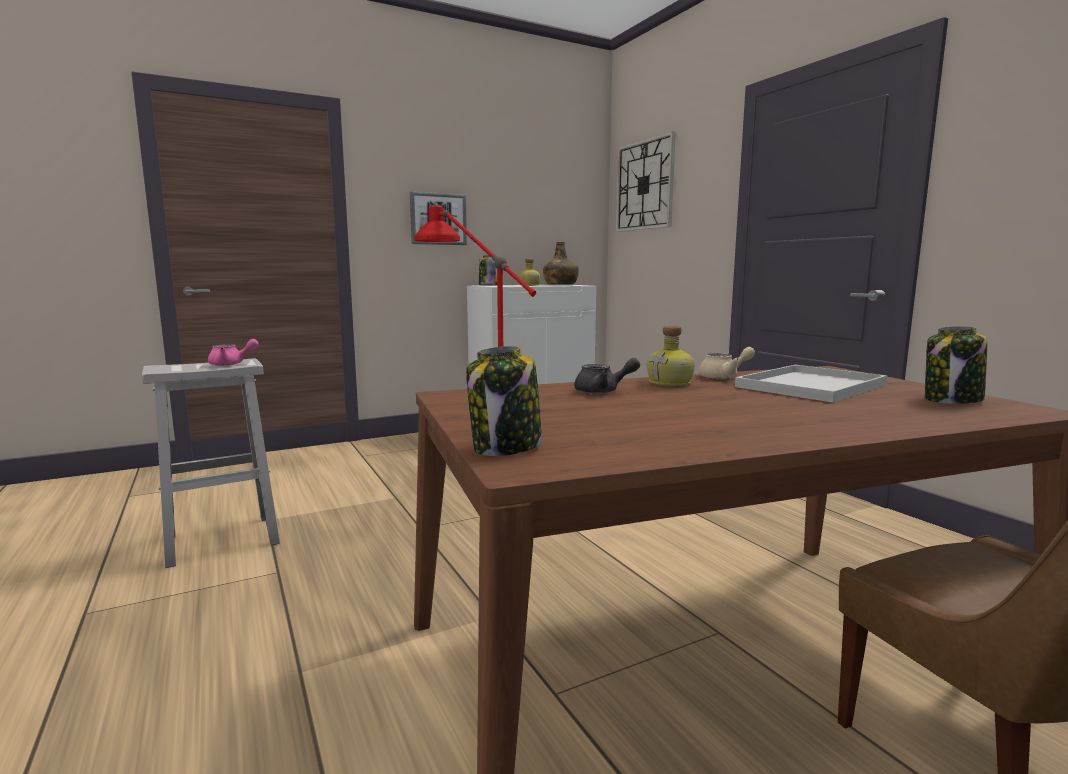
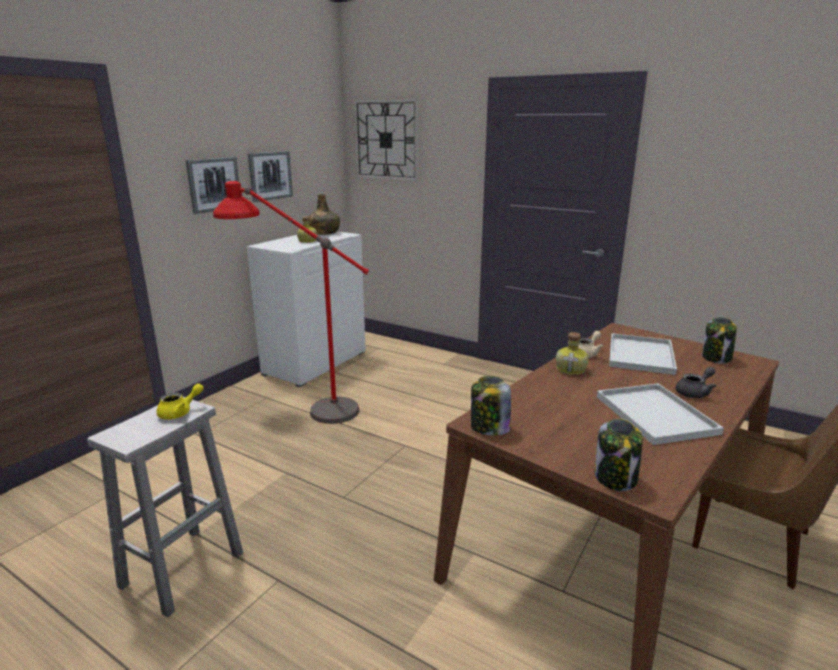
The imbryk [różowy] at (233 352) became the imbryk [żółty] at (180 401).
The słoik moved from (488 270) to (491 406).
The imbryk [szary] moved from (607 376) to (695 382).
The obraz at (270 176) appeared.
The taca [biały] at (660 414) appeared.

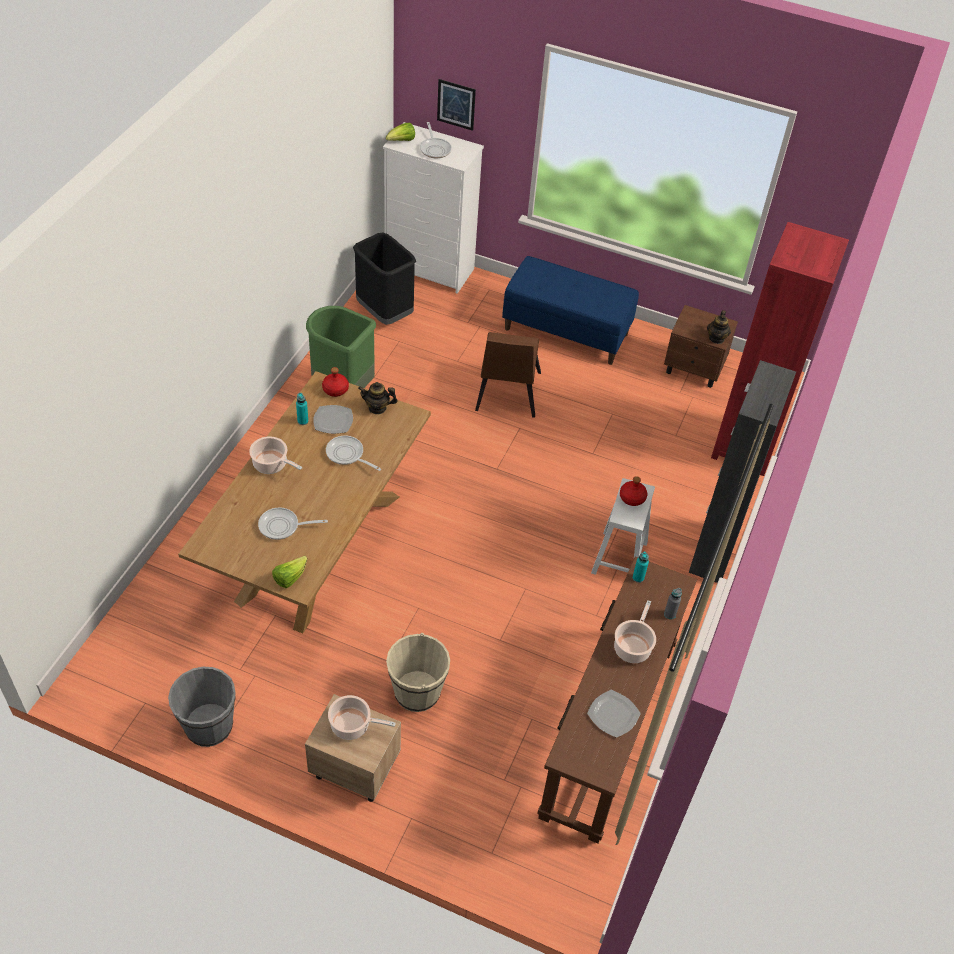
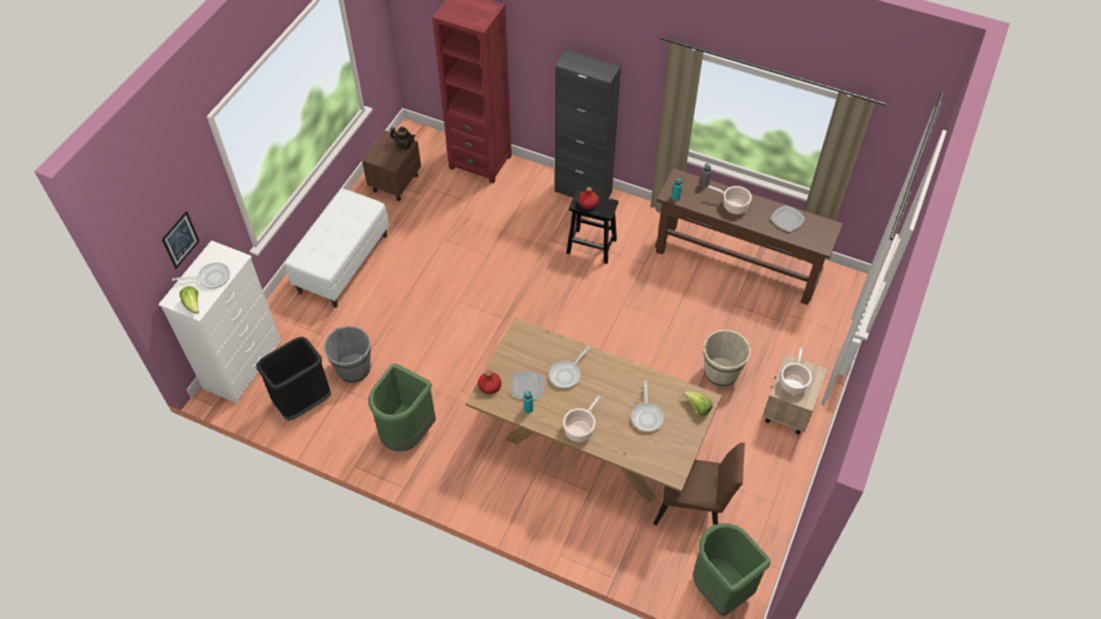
The wiadro [szary] moved from (202 707) to (347 354).
The imbryk at (378 398) disappeared.
The krzesło [brązowy] moved from (508 375) to (699 483).
The ławka [niebieski] at (570 310) became the ławka [biały] at (337 248).
The stołek [biały] at (623 526) became the stołek [czarny] at (592 227).
The kosz na śmieci [zielony] at (732 569) appeared.

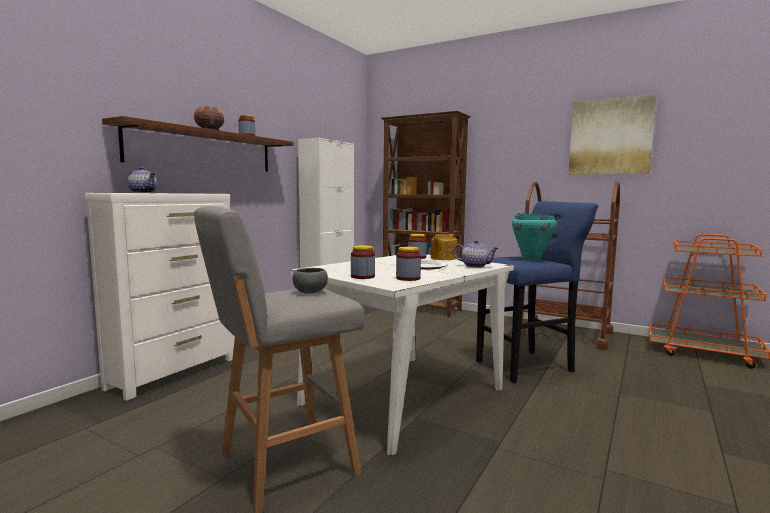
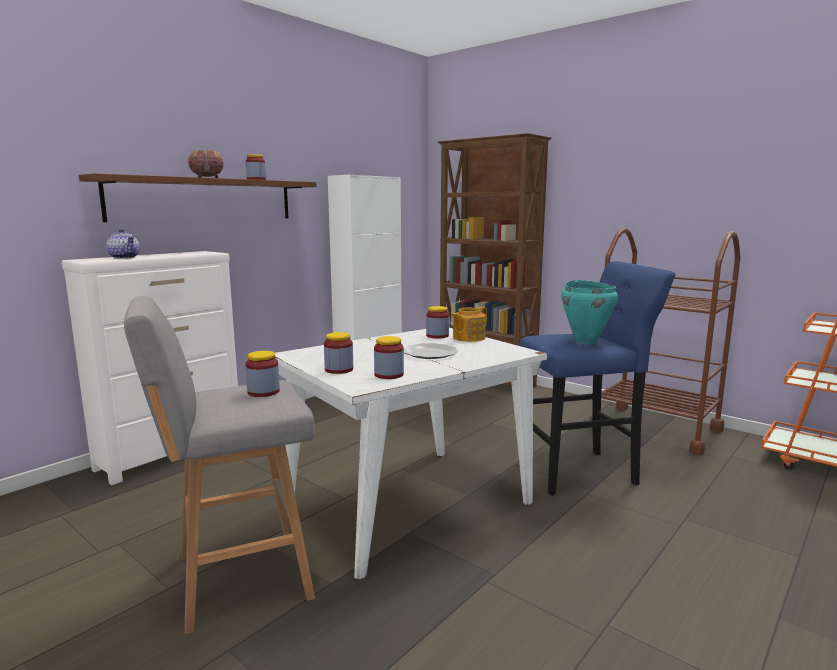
The miska [szary] at (310 281) was replaced by the słoik at (263 374).
The imbryk at (476 254) disappeared.
The obraz at (613 134) disappeared.

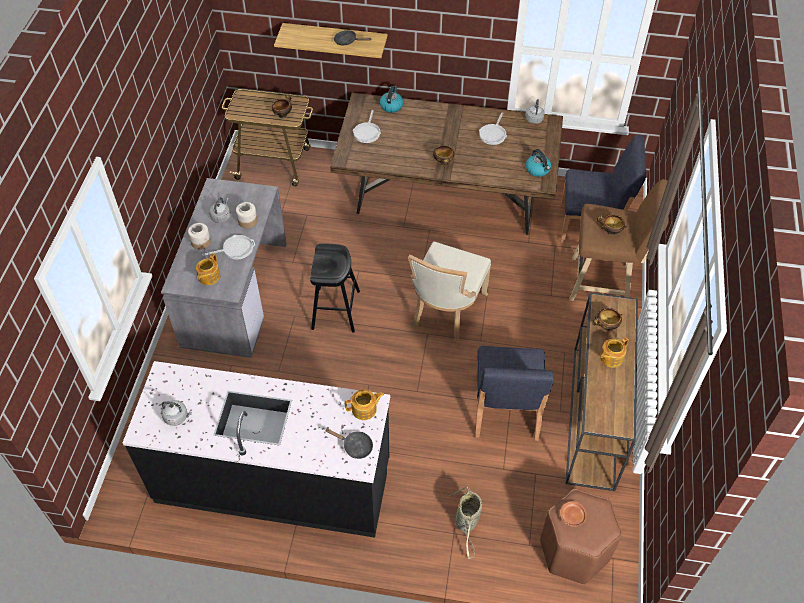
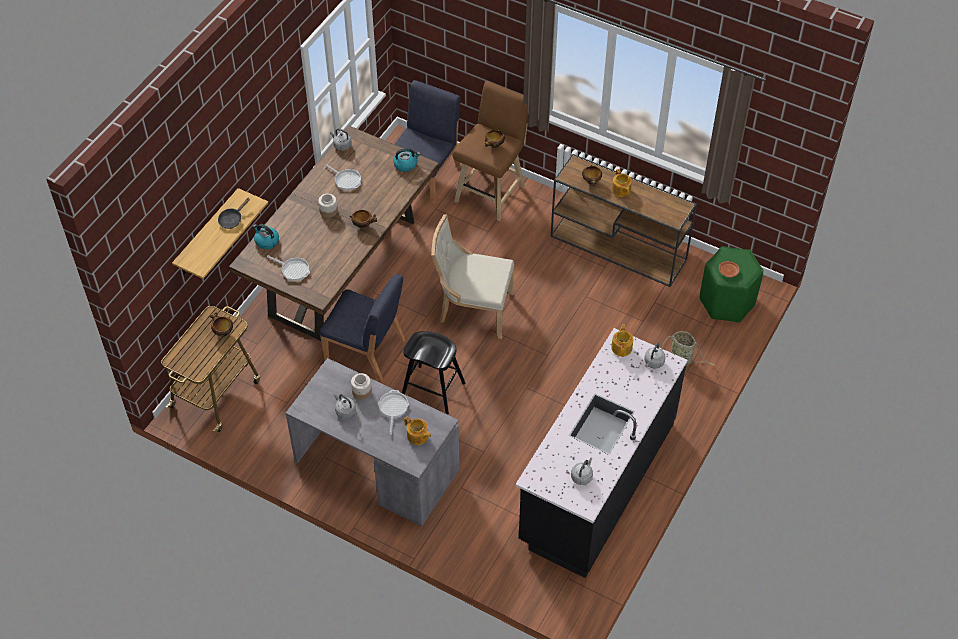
The słoik moved from (199 236) to (328 206).
The patelnia [czarny] at (349 443) was replaced by the czajnik [szary] at (654 355).
The krzesło [beżowy] at (449 292) turned 150 degrees clockwise.
The krzesło [niebieski] moved from (514 393) to (362 327).
The stołek [brązowy] at (581 536) became the stołek [zielony] at (732 284).

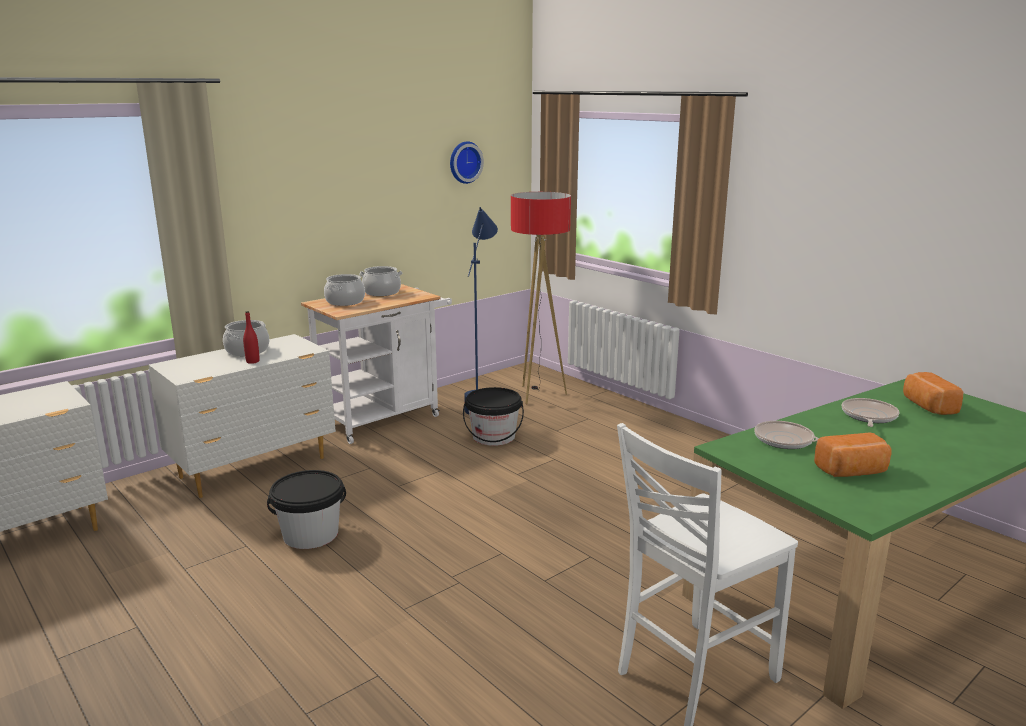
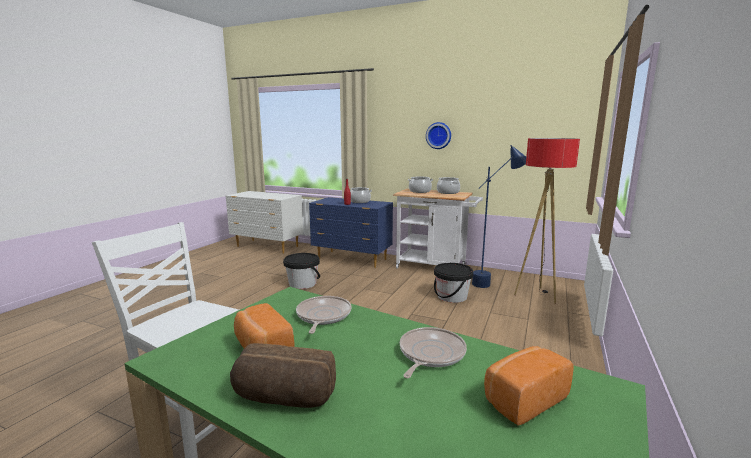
The komoda [biały] at (242 416) became the komoda [niebieski] at (351 232).
The zegar ścienny moved from (467 162) to (438 135).
The patelnia at (870 412) turned 60 degrees counterclockwise.
The chleb at (283 375) appeared.

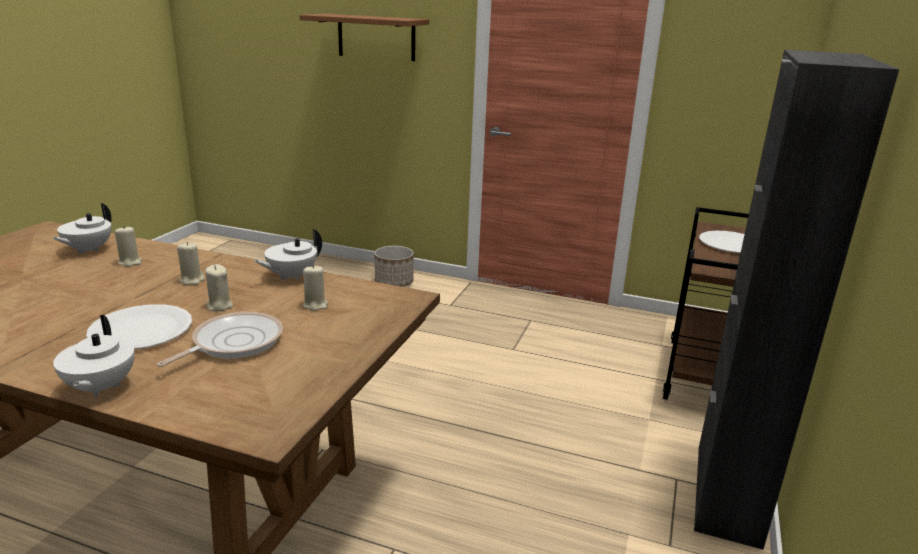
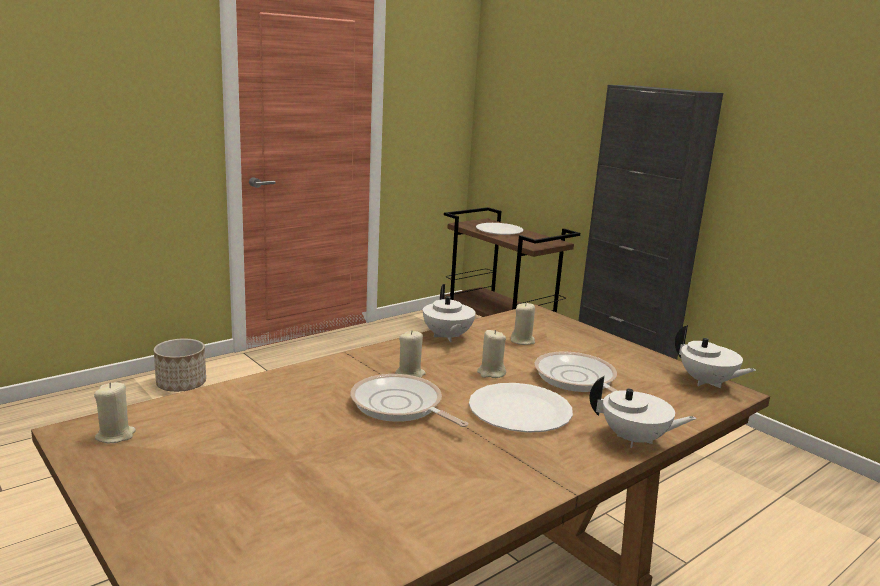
The imbryk [biały] moved from (82 228) to (715 356).
The świeca [beżowy] moved from (128 246) to (115 412).
The półka [brązowy] at (364 37) disappeared.
The patelnia at (409 400) appeared.

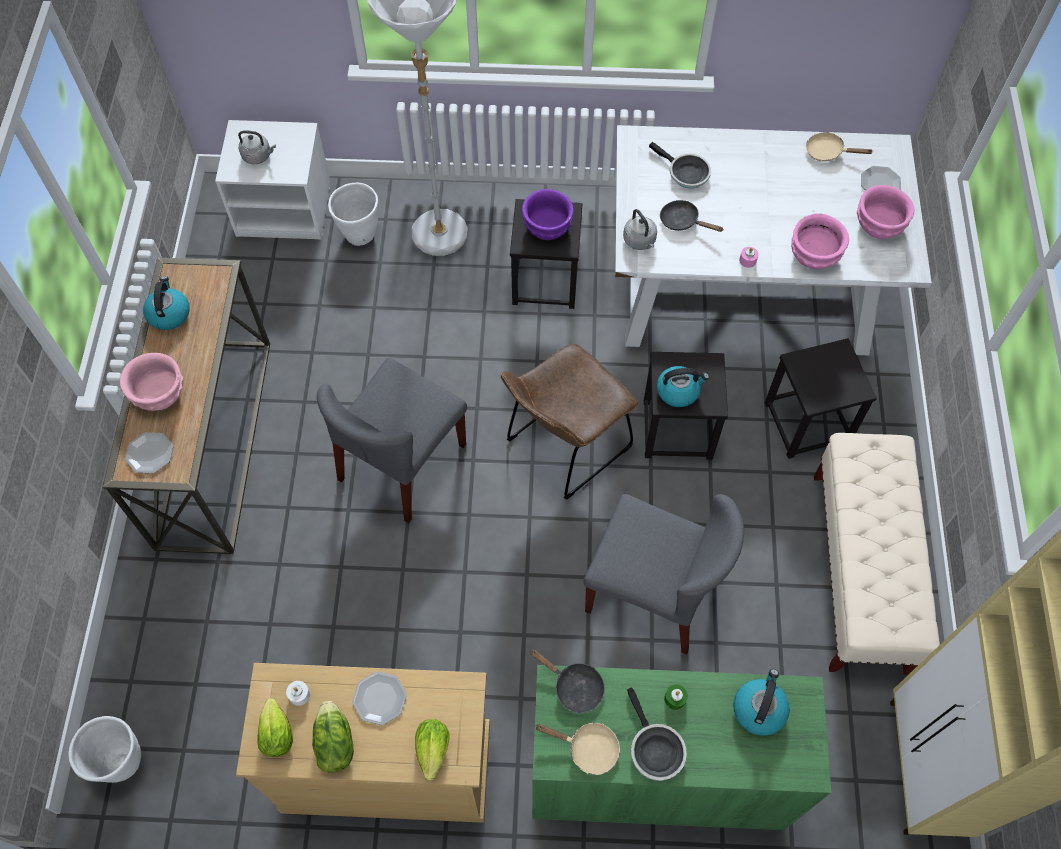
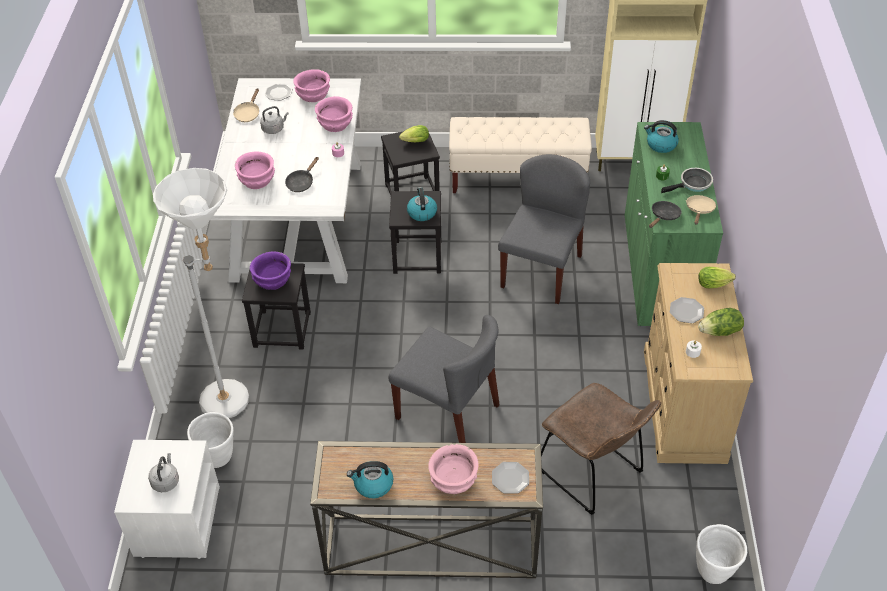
The sałata moved from (275 727) to (414 133).
The krzesło [brązowy] moved from (569 421) to (601 449).
The czajnik [szary] moved from (640 229) to (274 120).
The patelnia at (680 165) was replaced by the miska [różowy] at (255 170).

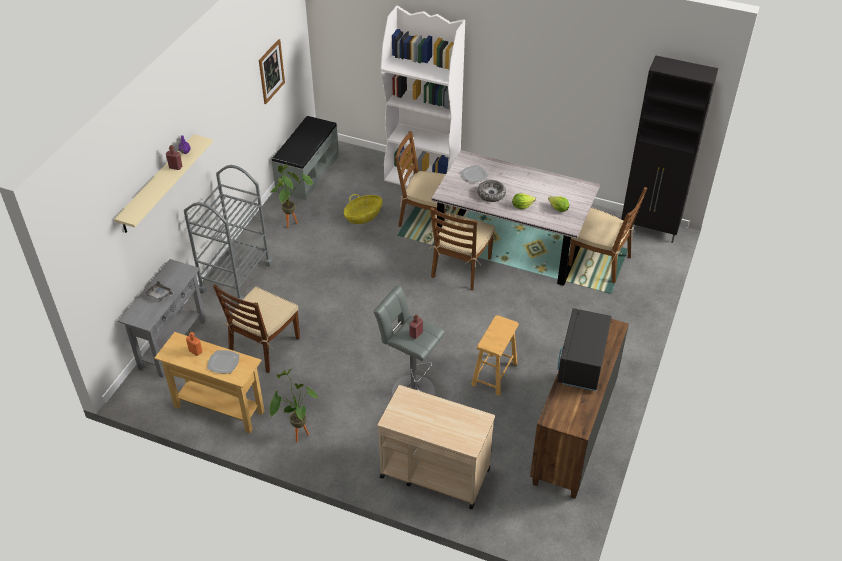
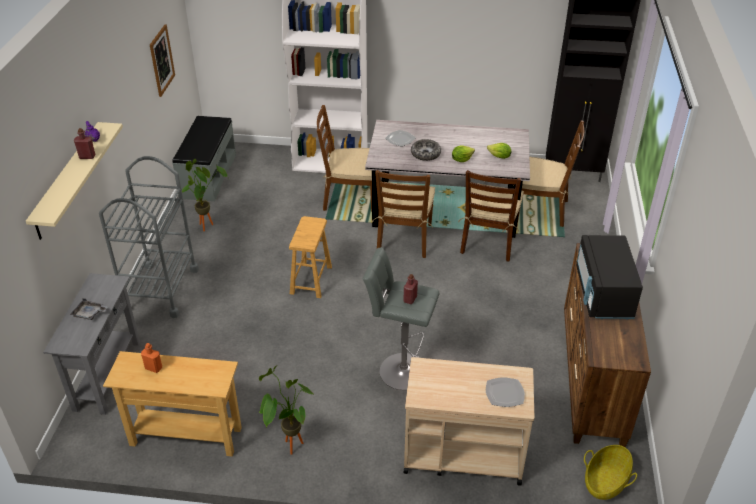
The talerz moved from (223 361) to (505 392).
The krzesło [brązowy] moved from (256 328) to (491 215).
The koszyk moved from (363 209) to (610 472).
The stołek [brązowy] moved from (495 355) to (310 257).

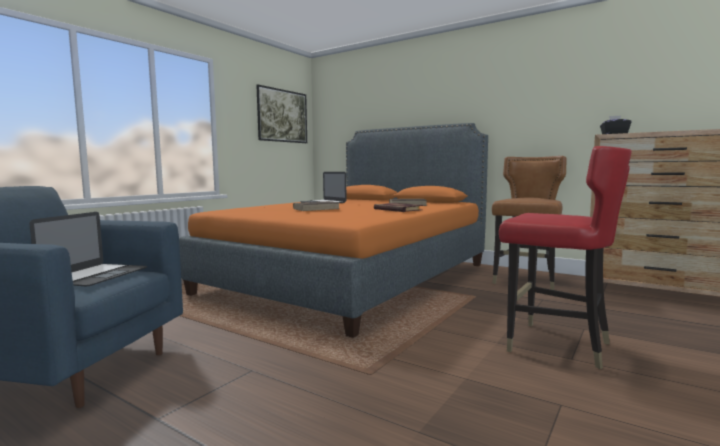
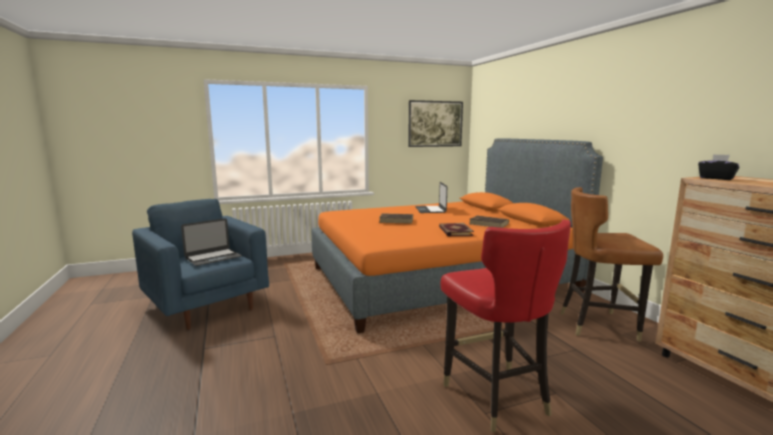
The krzesło [brązowy] at (529 223) turned 150 degrees counterclockwise.

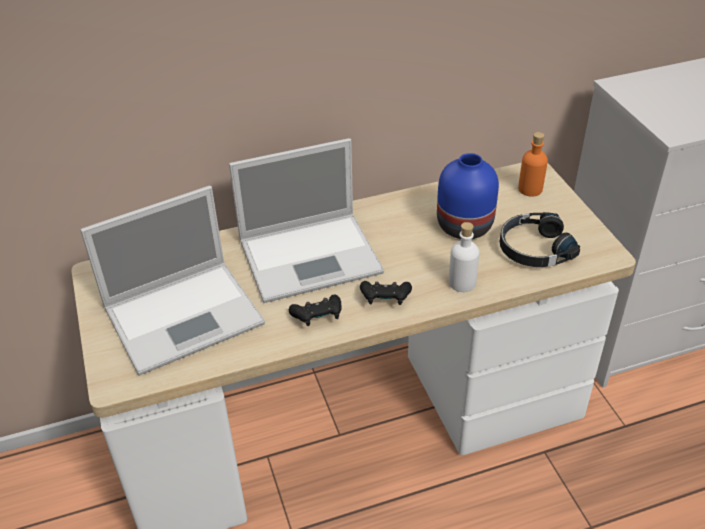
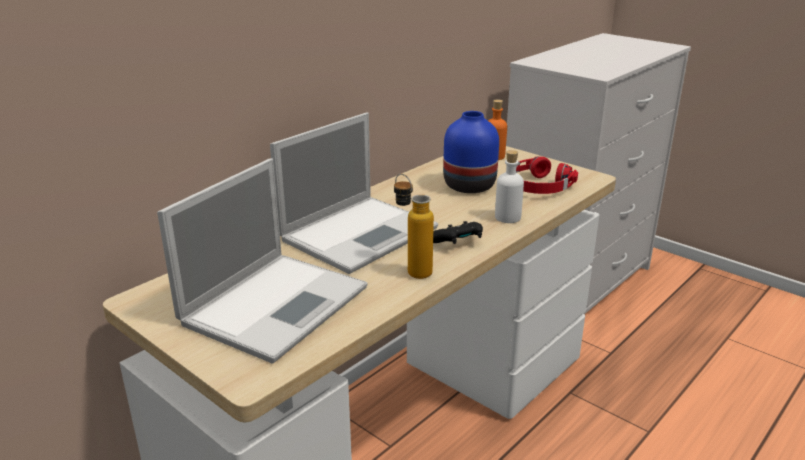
The pad do gier [czarny] at (315 310) was replaced by the butelka at (414 226).
The słuchawki [czarny] at (540 239) became the słuchawki [czerwony] at (547 175).

